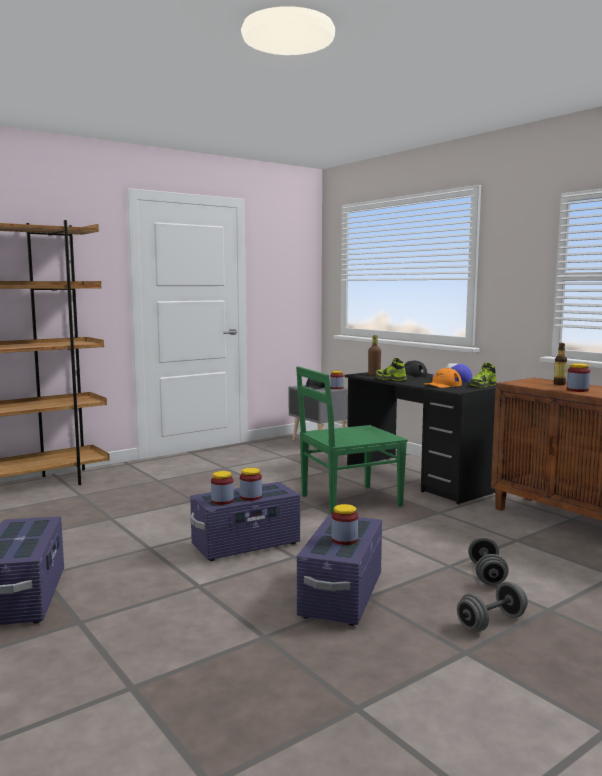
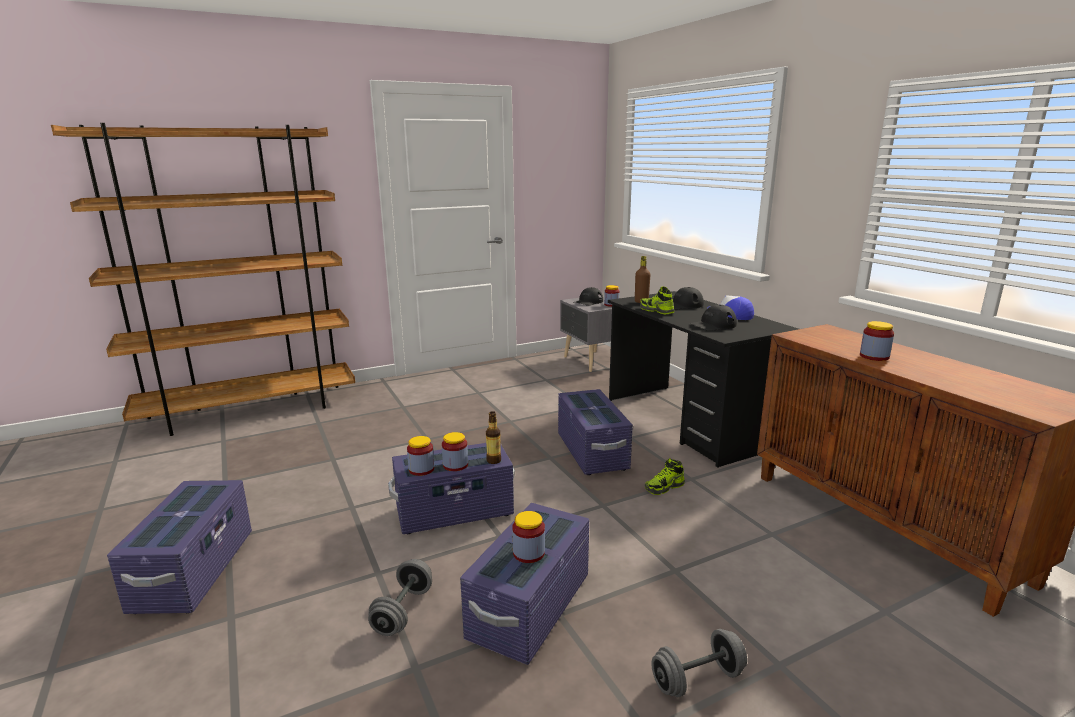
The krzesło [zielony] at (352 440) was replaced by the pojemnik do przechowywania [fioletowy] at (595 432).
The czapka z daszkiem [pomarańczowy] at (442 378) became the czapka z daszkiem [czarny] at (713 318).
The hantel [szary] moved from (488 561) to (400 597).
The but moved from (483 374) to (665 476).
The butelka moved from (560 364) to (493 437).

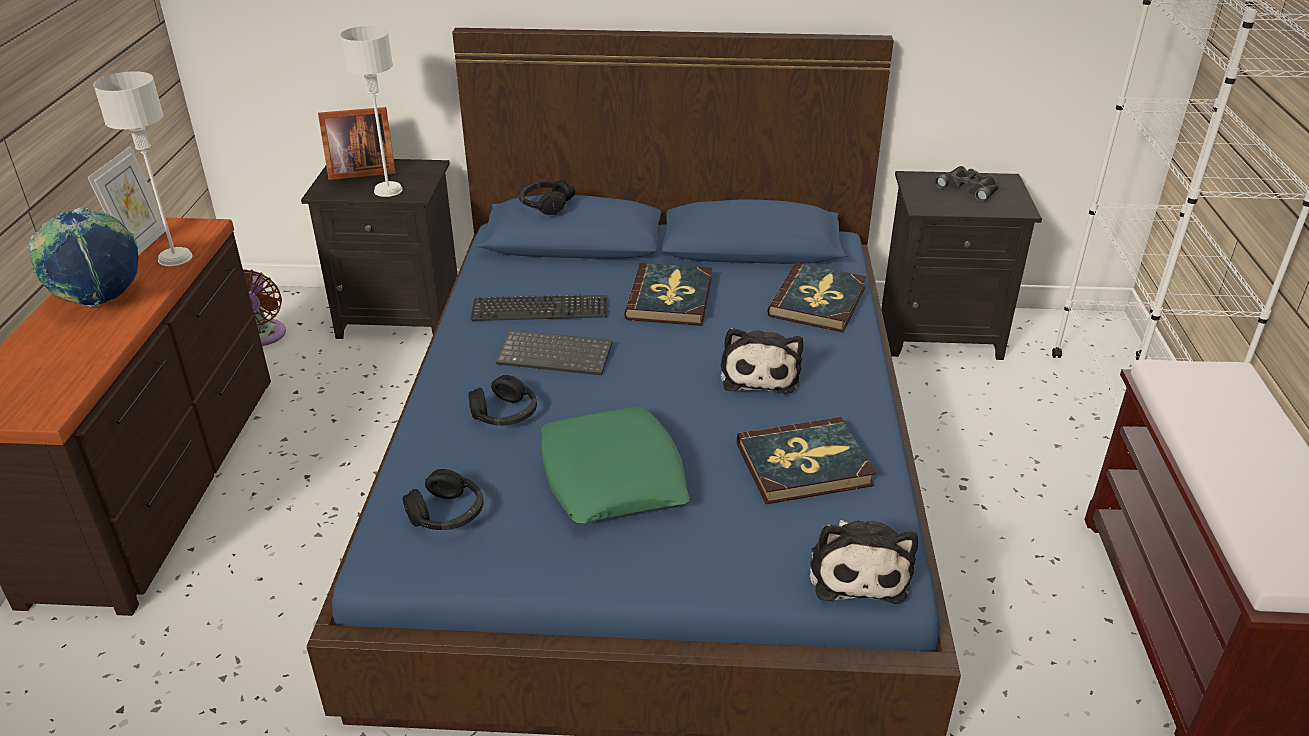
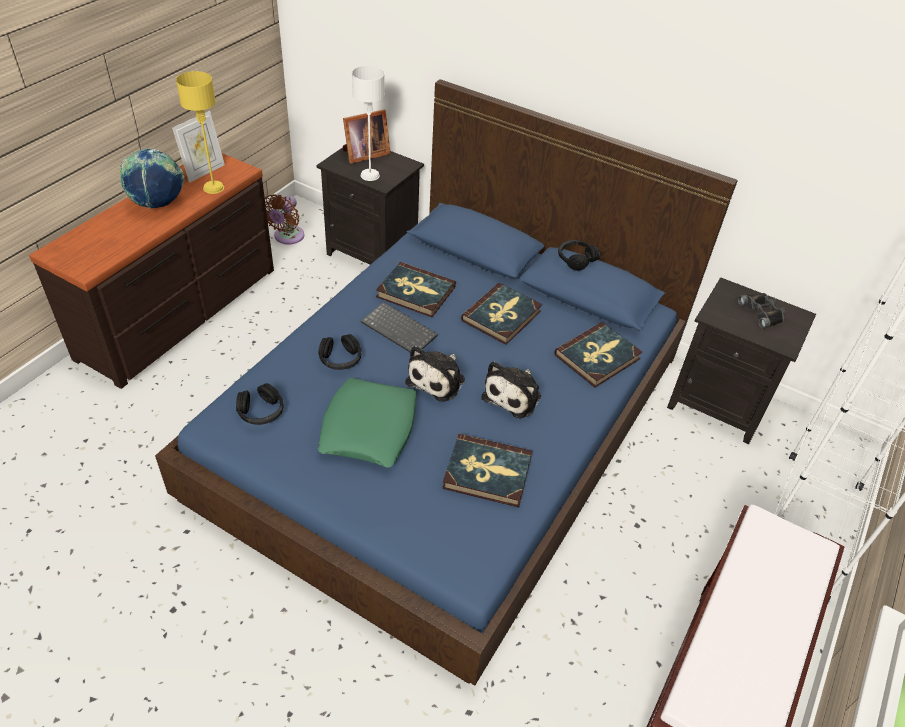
The lampa stołowa [biały] at (143 168) became the lampa stołowa [żółty] at (200 132).
The ramka na zdjęcie at (357 143) turned 45 degrees counterclockwise.
The klawiatura at (538 308) was replaced by the książka at (416 289).
The słuchawki [czarny] moved from (547 197) to (579 255).
The pluszak moved from (864 562) to (435 374).

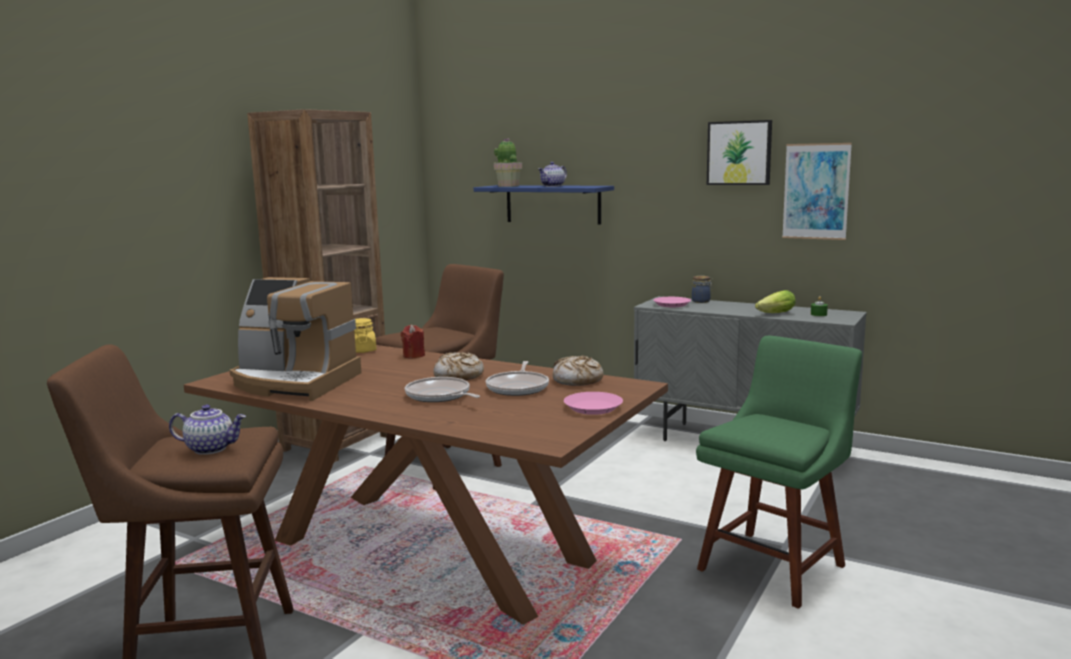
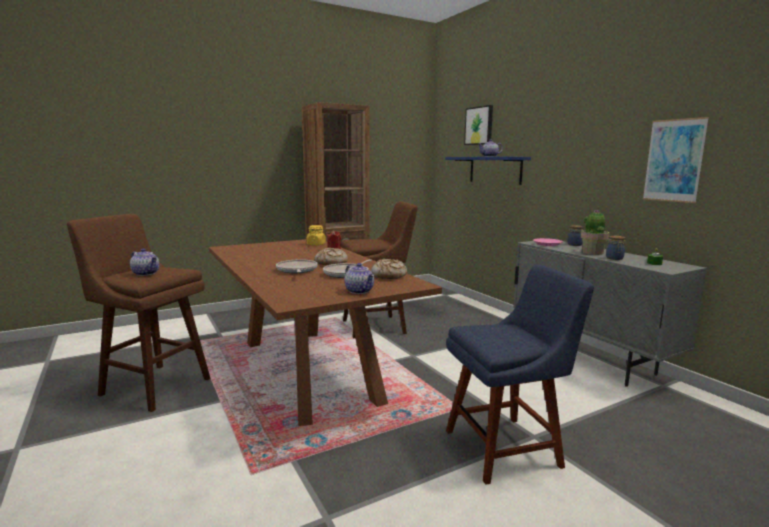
The ekspres do kawy at (295 339) disappeared.
The roślina doniczkowa moved from (508 162) to (595 232).
The talerz [różowy] at (593 403) was replaced by the imbryk at (359 278).
The krzesło [zielony] at (779 472) became the krzesło [niebieski] at (520 375).
The obraz moved from (739 152) to (478 125).
The sałata at (775 301) was replaced by the słoik at (616 248).

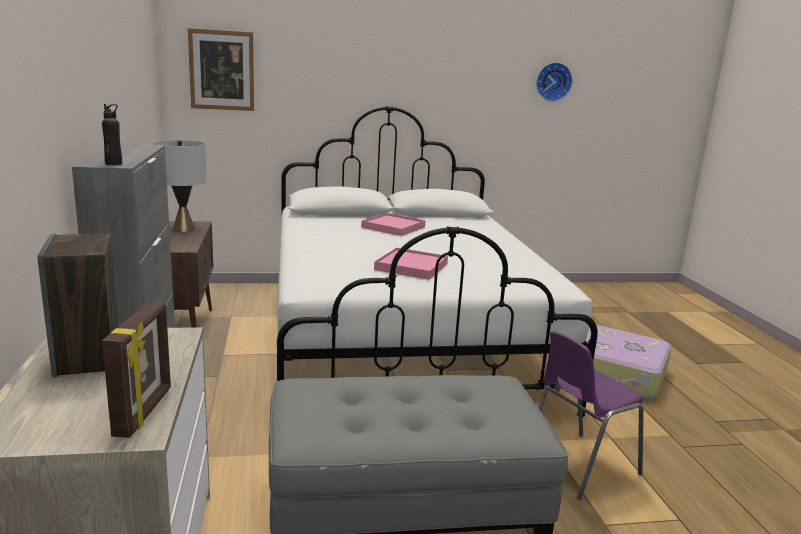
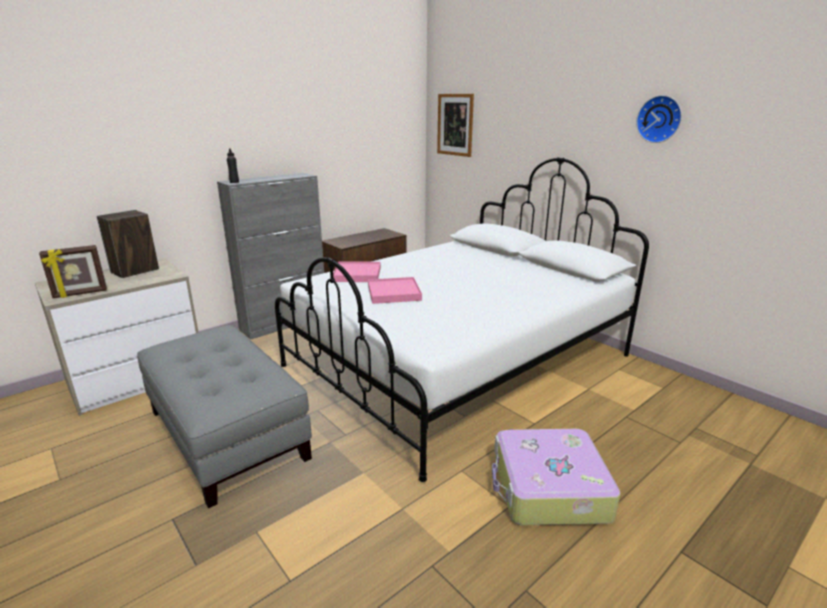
The lampa stołowa [szary] at (180 186) disappeared.
The taca [różowy] moved from (393 224) to (357 272).
The zegar ścienny moved from (554 82) to (659 119).
The krzesło [fioletowy] at (591 415) disappeared.

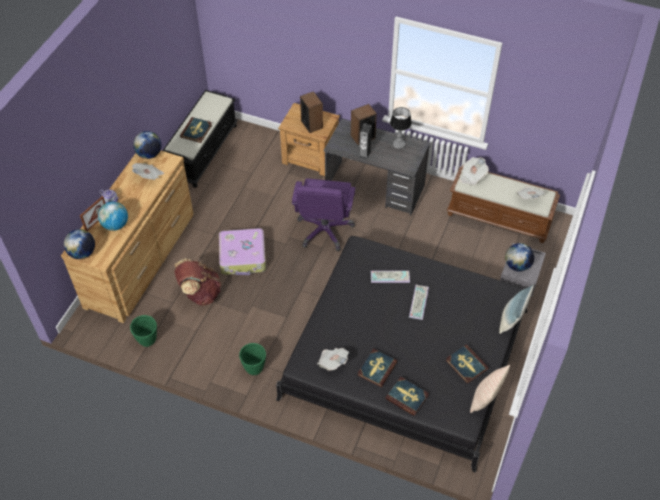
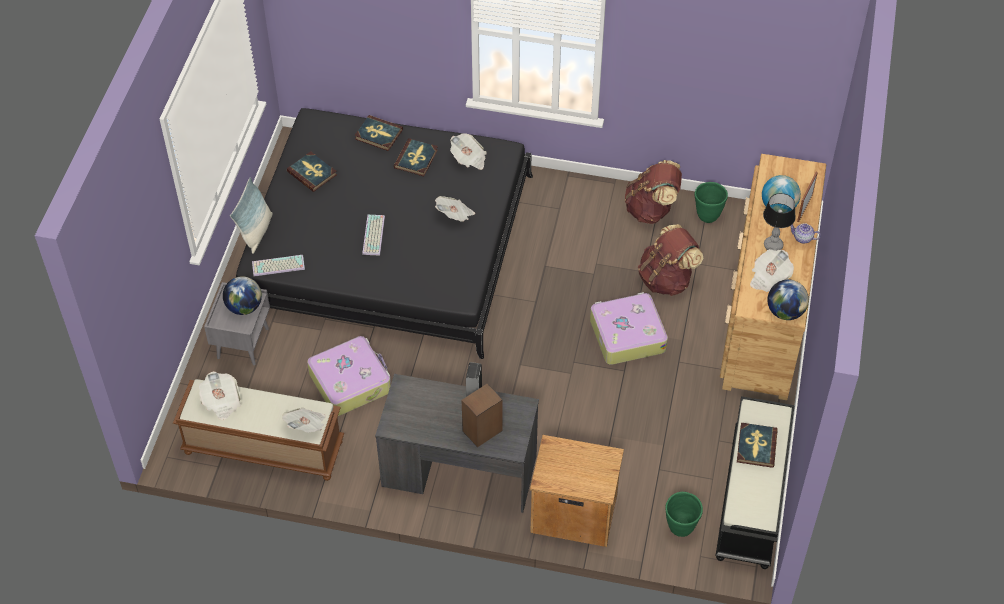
The globus at (79 244) disappeared.
The donica [zielony] moved from (252 359) to (684 514).
The krzesło biurowe [fioletowy] at (323 214) disappeared.
The głośnik at (311 112) disappeared.
The klawiatura moved from (390 277) to (278 266).
The lampa stołowa moved from (401 128) to (779 222).
The poduszka [beżowy] at (490 389) disappeared.
The walizka at (349 376) appeared.
The gazeta at (455 209) appeared.
The plecak [brązowy] at (653 192) appeared.

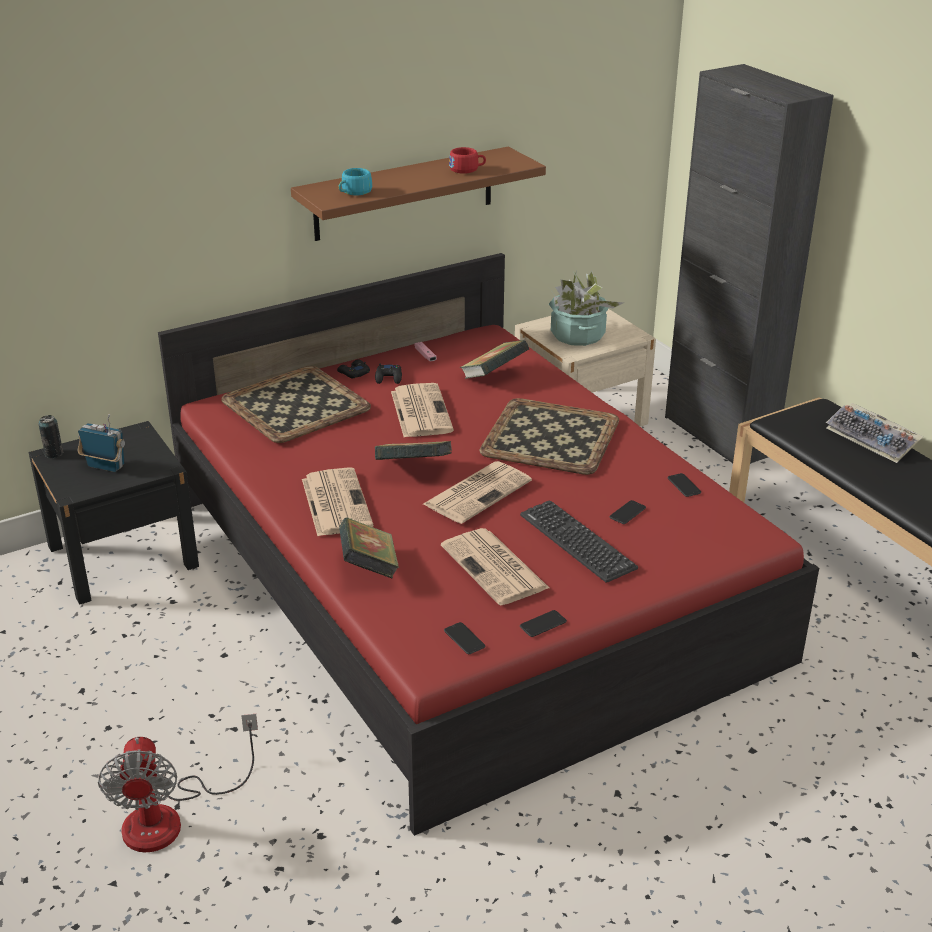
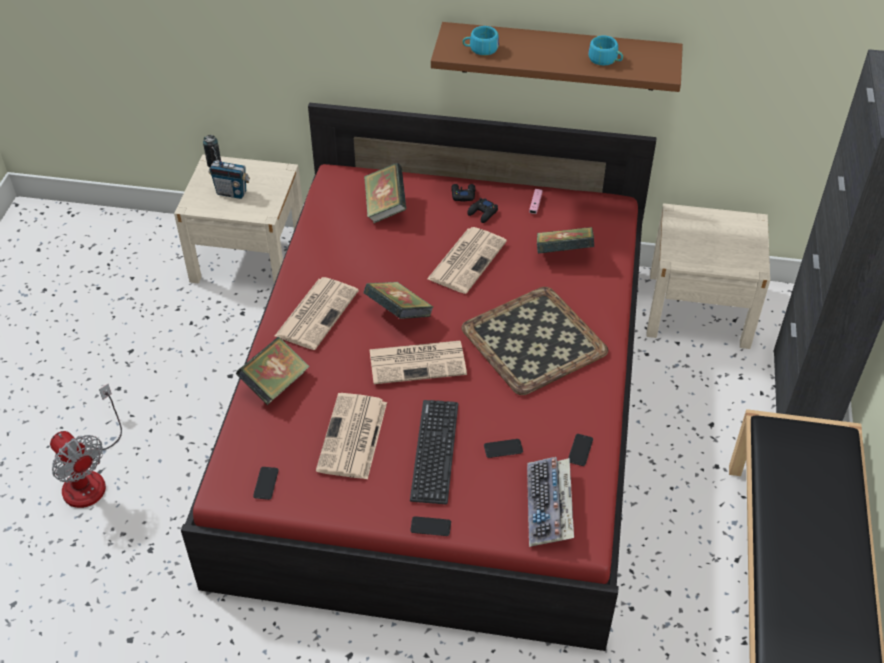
The szafka nocna [czarny] at (114 513) became the szafka nocna [beżowy] at (238 219).
The radio at (101 443) turned 135 degrees clockwise.
The wentylator at (178 783) turned 75 degrees counterclockwise.
The taca at (296 404) was replaced by the książka at (385 193).
The filiżanka [czerwony] at (467 160) became the filiżanka [turkusowy] at (605 50).
The telefon moved from (543 623) to (430 526).
The roślina doniczkowa at (586 308) disappeared.
The klawiatura moved from (874 433) to (550 502).

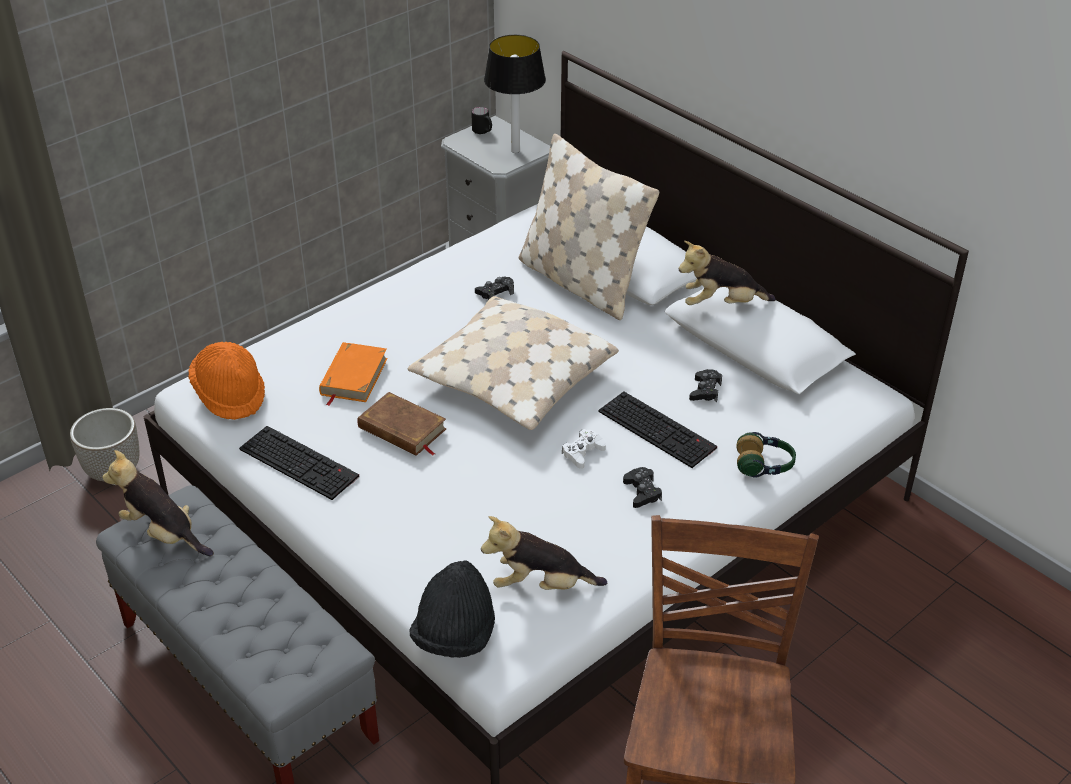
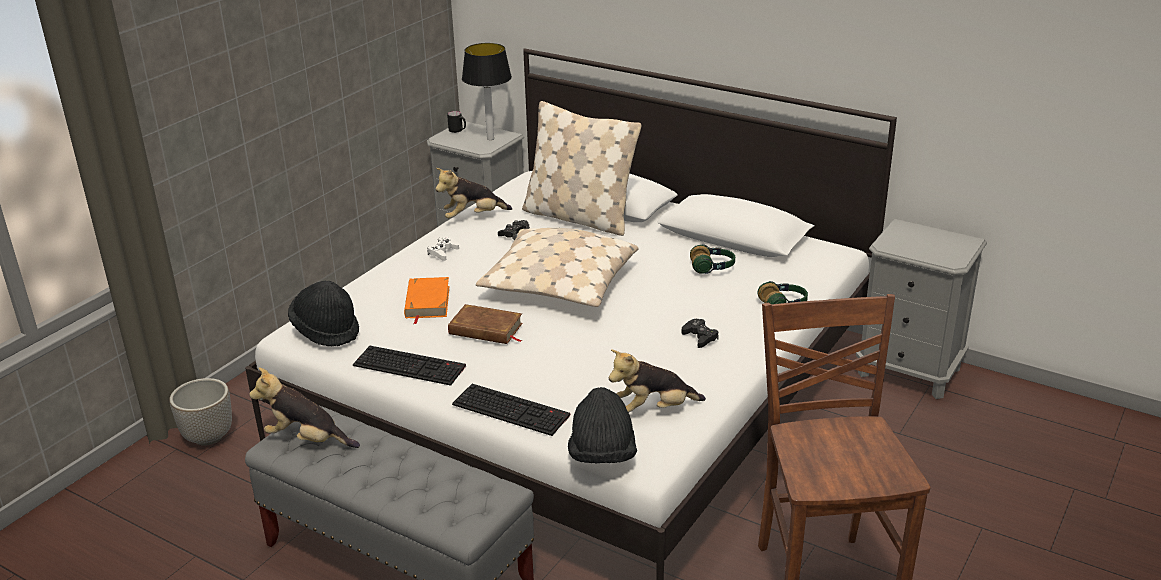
The kapelusz [pomarańczowy] at (226 381) became the kapelusz [czarny] at (323 314).
The pad do gier [biały] moved from (584 449) to (443 249).
The klawiatura moved from (657 429) to (511 410).
The pluszak moved from (727 273) to (474 193).
The pad do gier [czarny] at (705 385) was replaced by the słuchawki at (712 259).
The szafka nocna [szary] at (921 309) appeared.

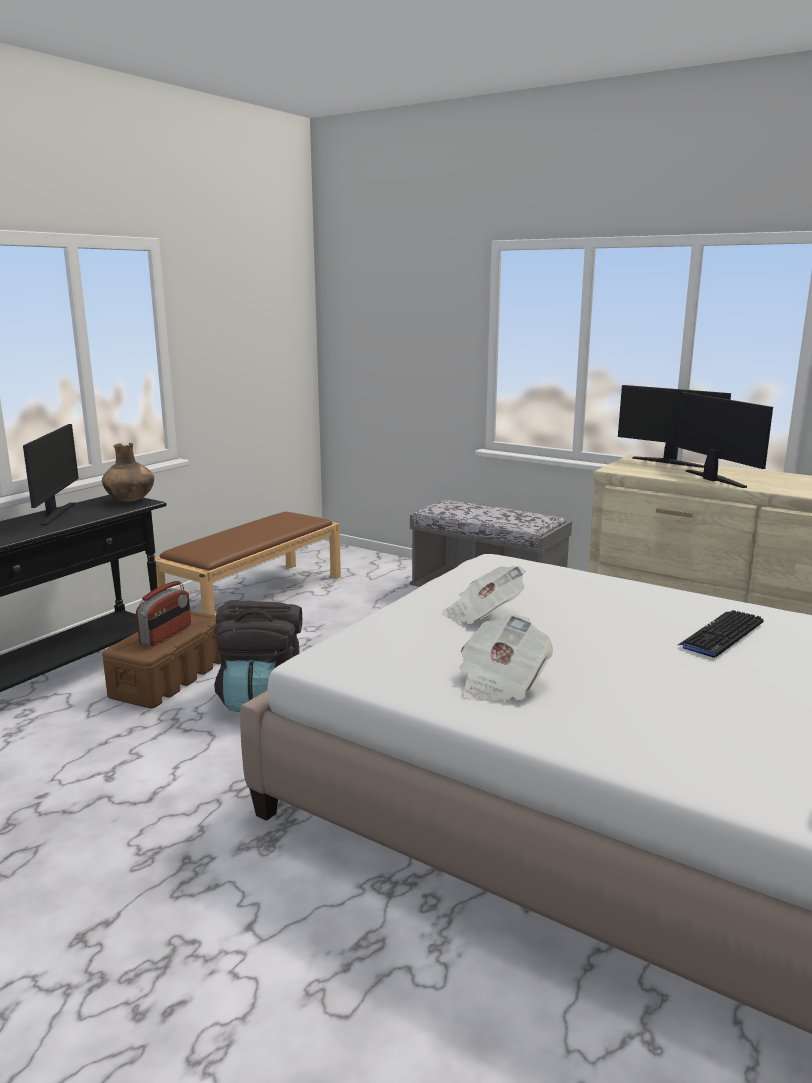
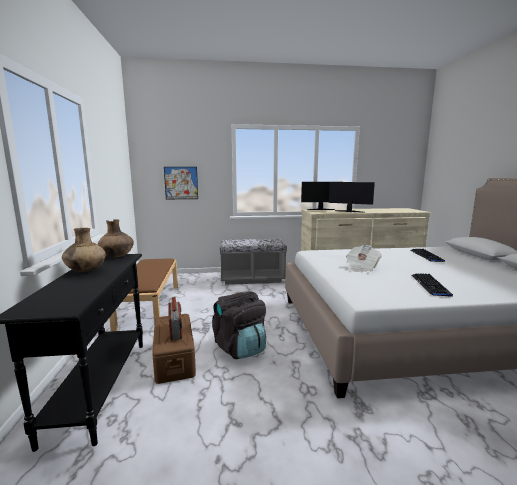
The monitor at (51 475) was replaced by the wazon [brązowy] at (84 250).
The gazeta at (506 658) was replaced by the klawiatura at (432 284).
The obraz at (181 183) appeared.

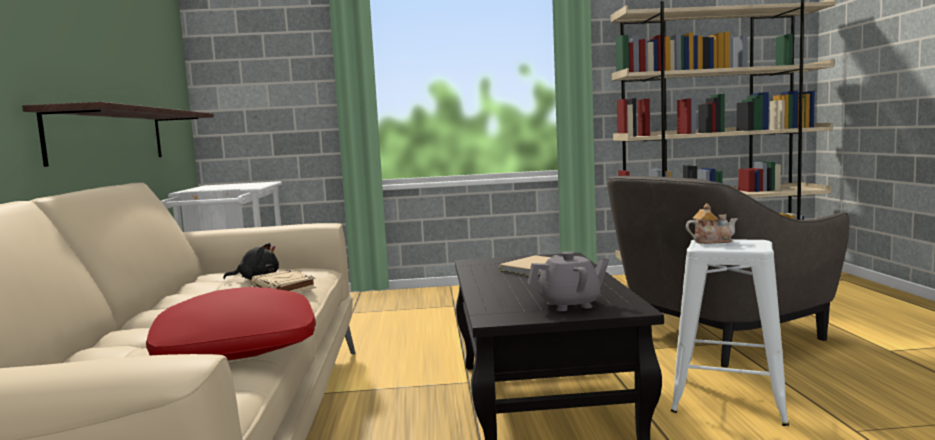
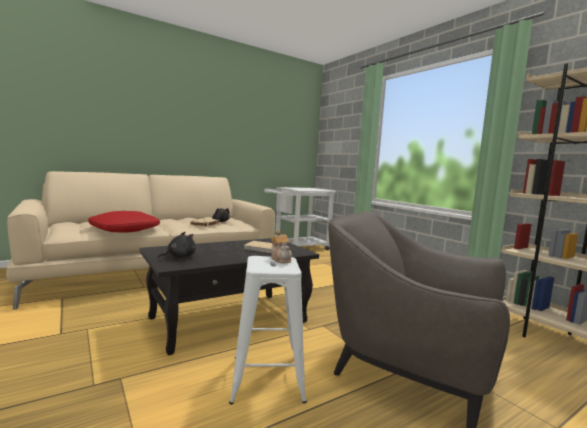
The półka at (118 134) disappeared.
The imbryk [szary] at (568 281) was replaced by the pluszak [czarny] at (177 245).

